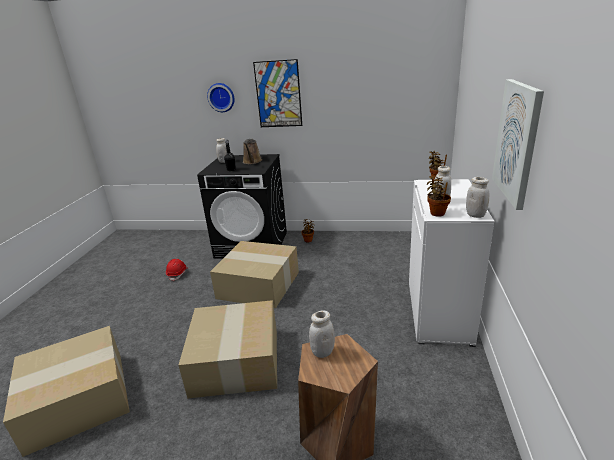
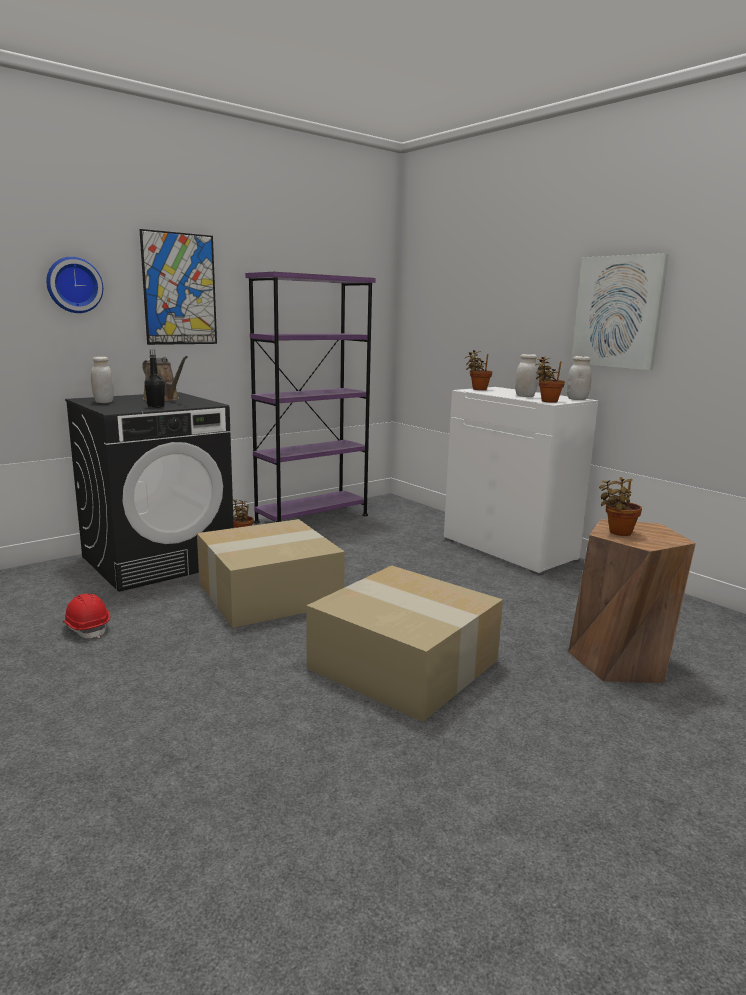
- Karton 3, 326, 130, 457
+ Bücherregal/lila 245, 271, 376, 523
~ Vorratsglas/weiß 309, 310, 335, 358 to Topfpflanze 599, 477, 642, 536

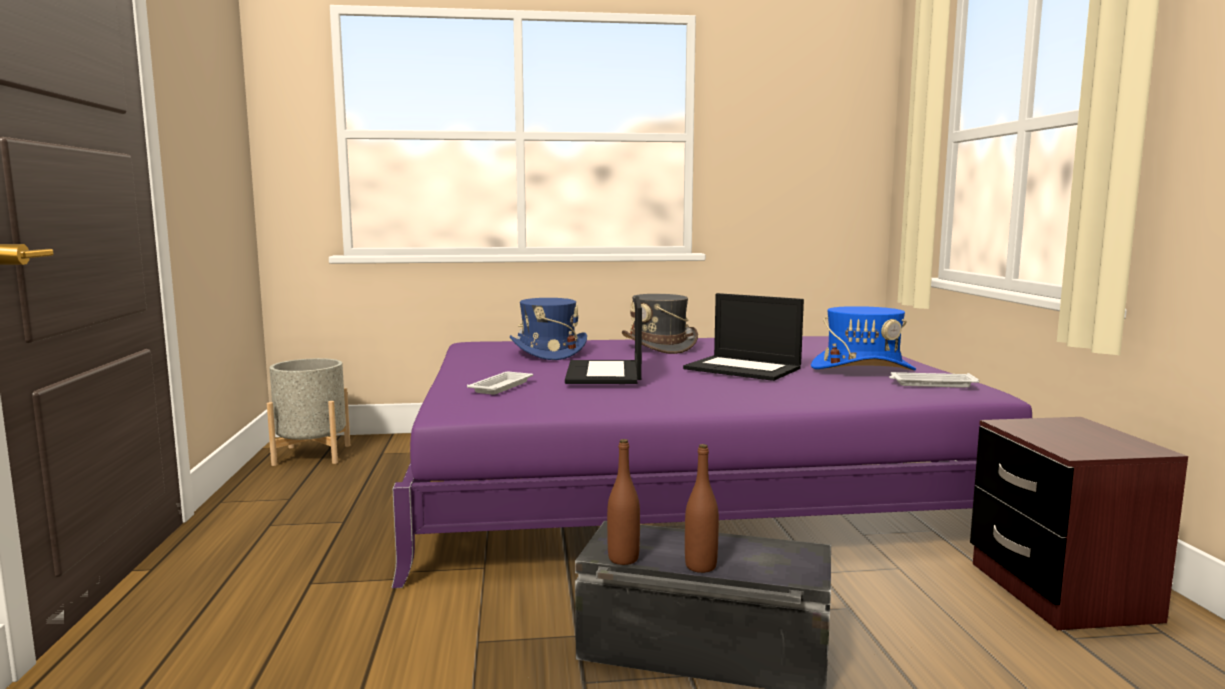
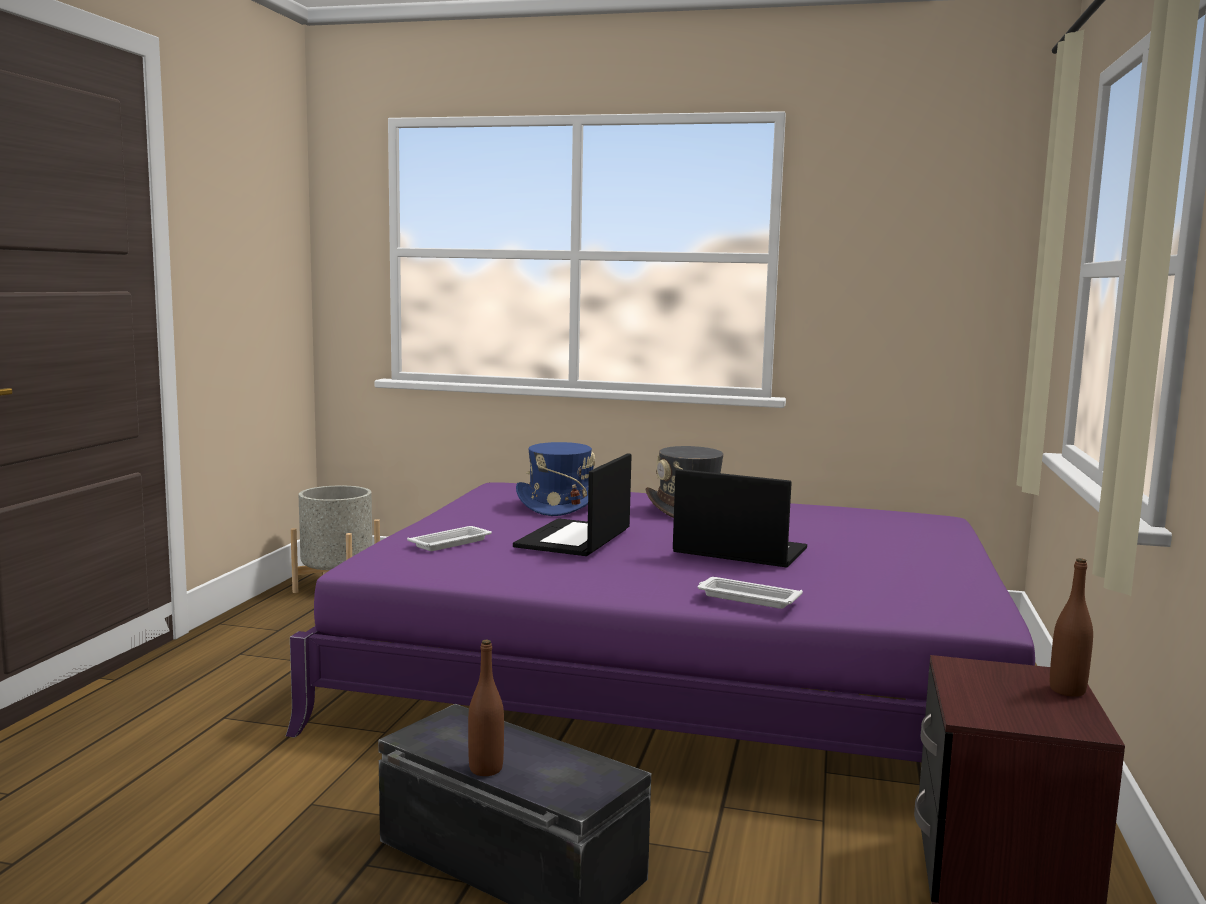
- Hut/blau 811, 306, 916, 371
~ Flasche/braun 607, 439, 640, 565 to 1050, 558, 1093, 697
~ Tablett/weiß 889, 372, 980, 388 to 698, 577, 803, 609
~ Laptop 683, 293, 804, 381 = 673, 469, 807, 568 150 degrees clockwise

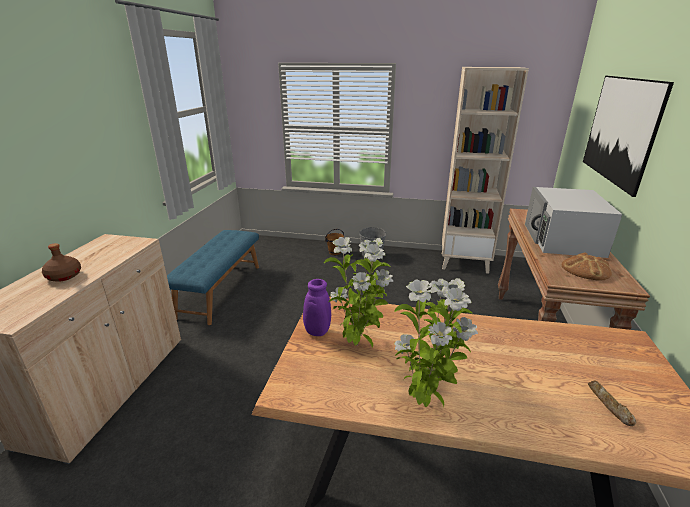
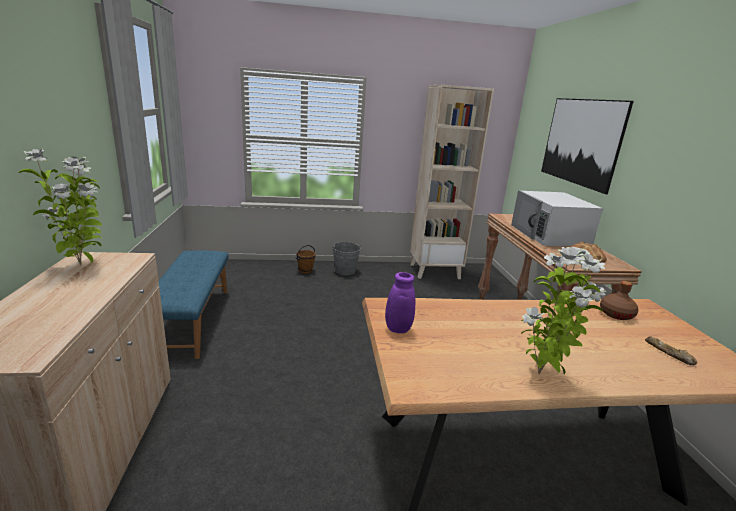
~ Flasche/braun 42, 243, 81, 282 to 600, 281, 638, 320
~ Topfpflanze 324, 237, 393, 348 to 18, 149, 103, 265

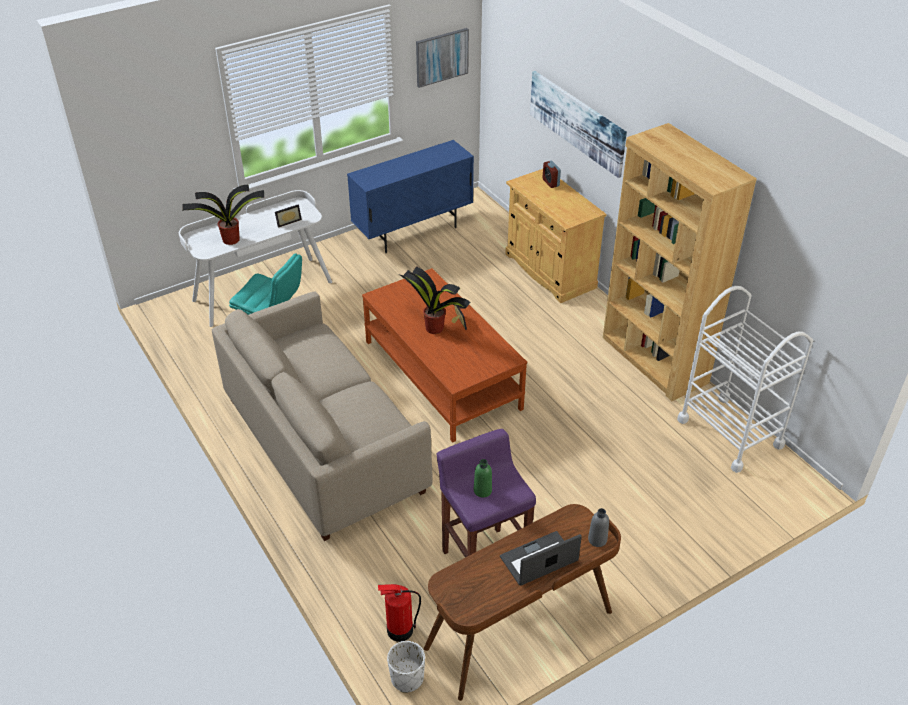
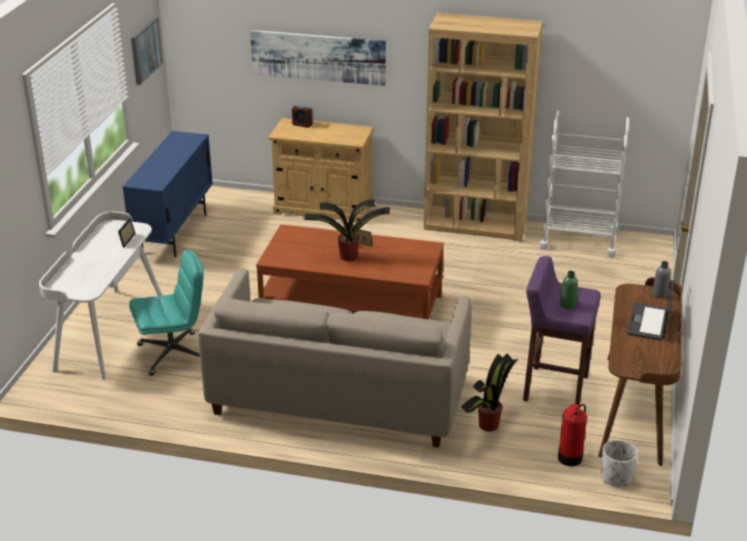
~ Topfpflanze 183, 185, 264, 245 to 461, 353, 519, 432

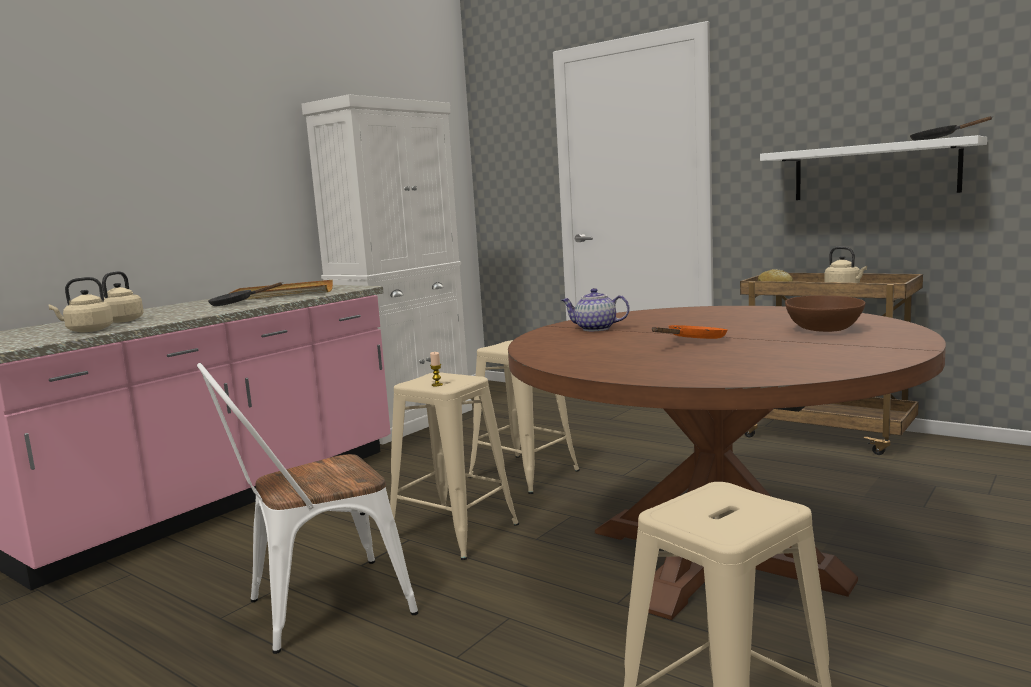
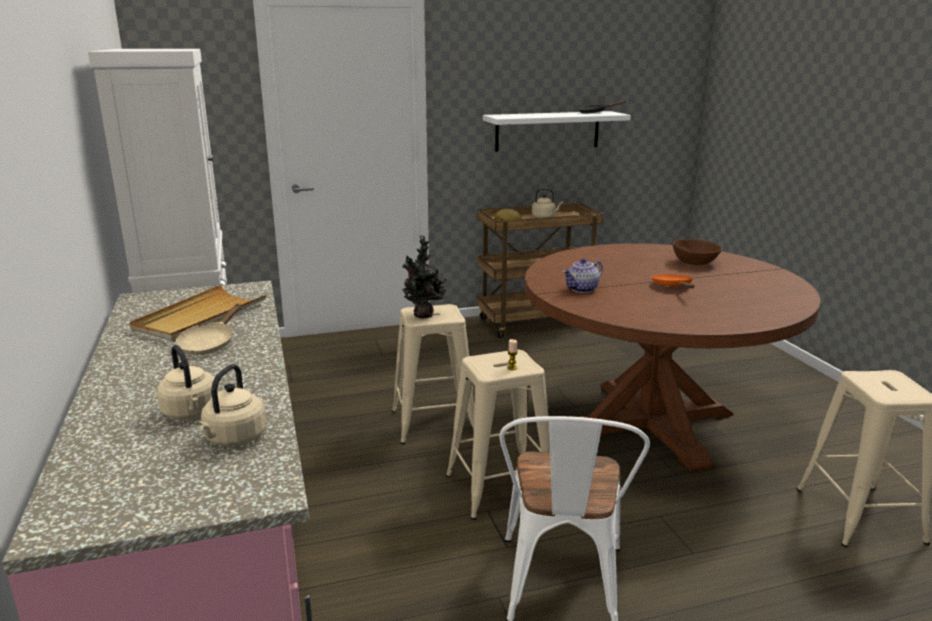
+ Topfpflanze 402, 235, 447, 318
~ Pfanne/schwarz 208, 282, 282, 306 to Pfanne/beige 176, 304, 241, 355

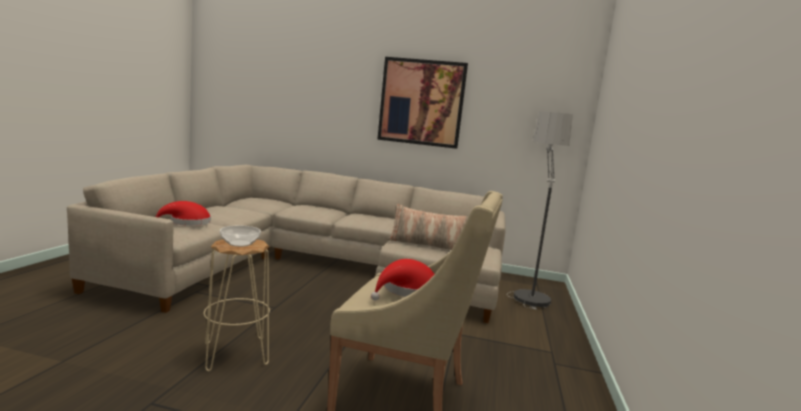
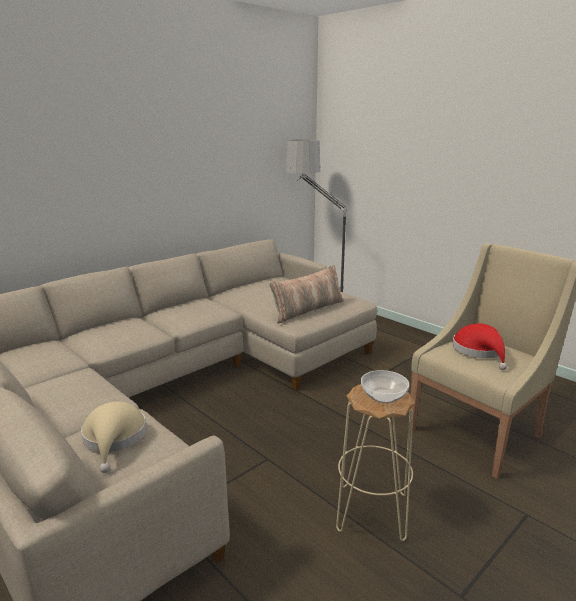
- Bild 377, 57, 468, 149
~ Hut/rot 156, 201, 211, 226 to Hut/beige 81, 401, 146, 473

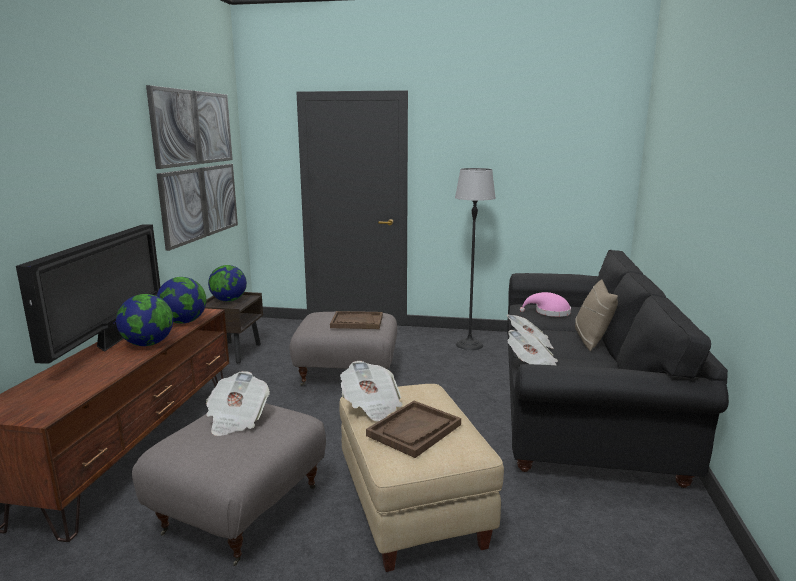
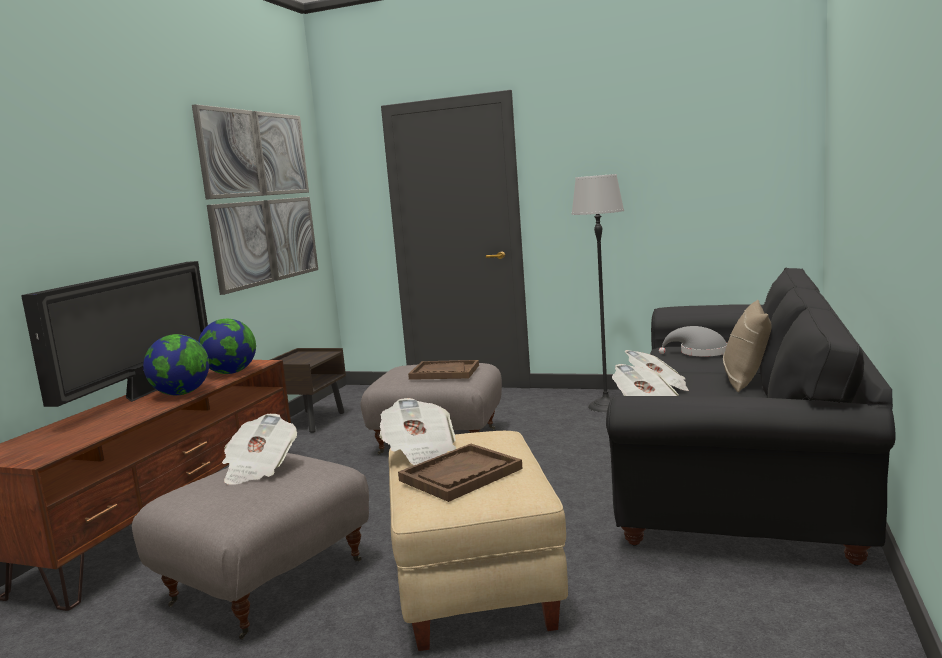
- Globus 208, 265, 247, 302
~ Hut/rosa 520, 292, 571, 317 to Hut/grau 659, 326, 727, 357

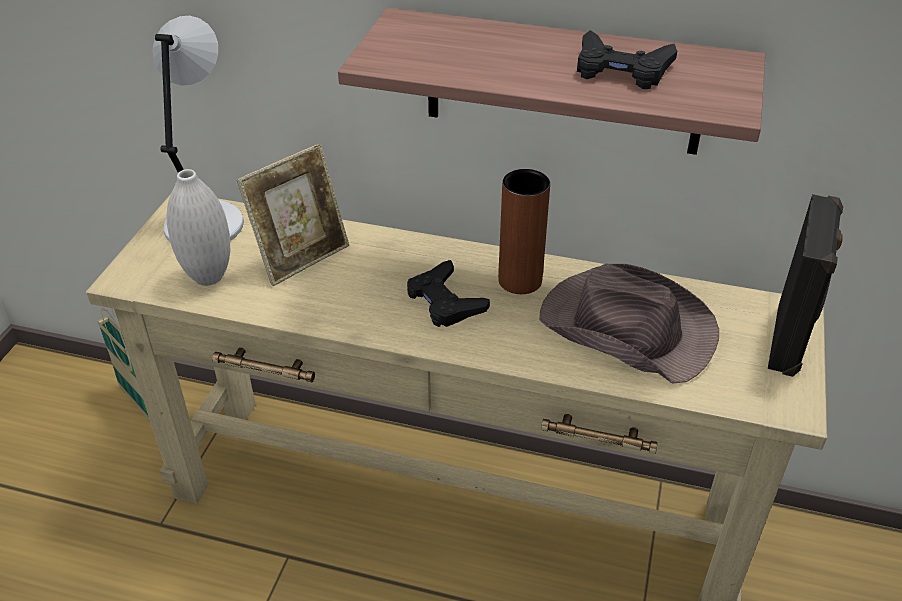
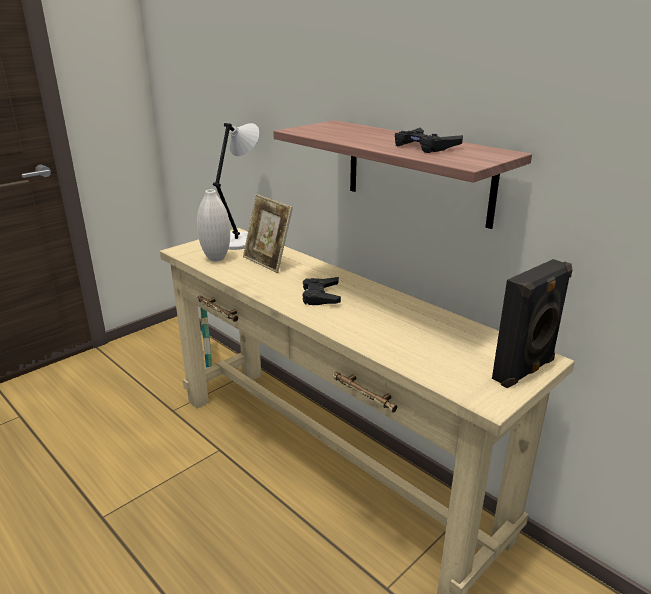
- Vase/braun 498, 169, 550, 294
- Hut/braun 539, 263, 719, 384
~ Bilderrahmen 237, 143, 349, 286 = 243, 194, 293, 273 60 degrees clockwise

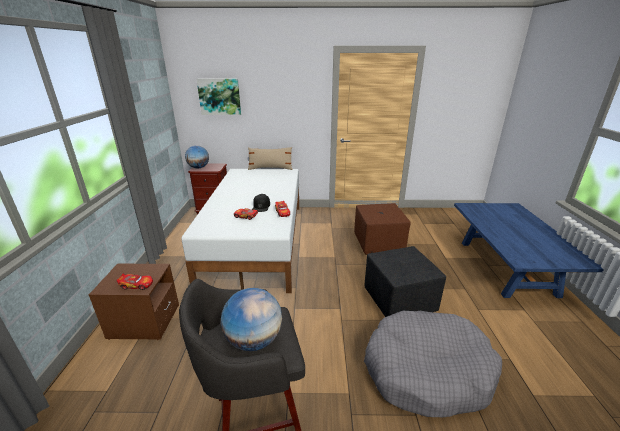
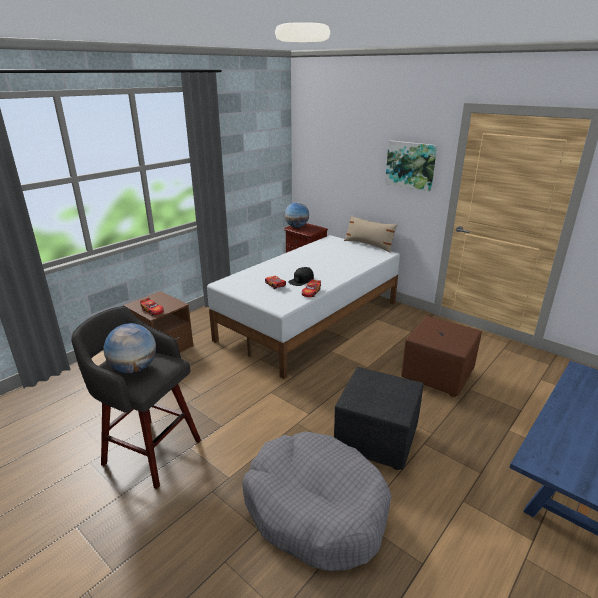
~ Bild 197, 79, 241, 115 to 385, 140, 437, 192

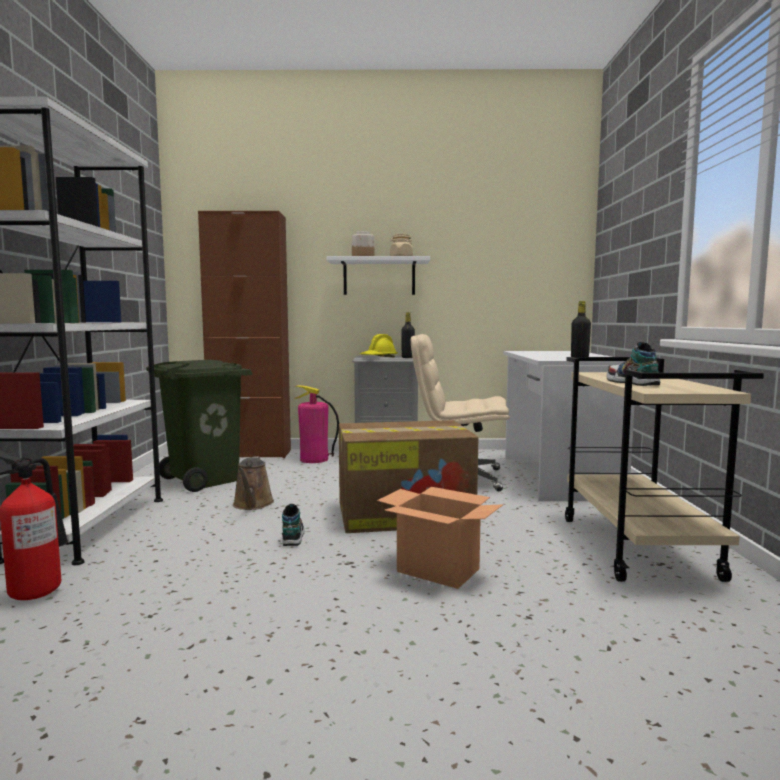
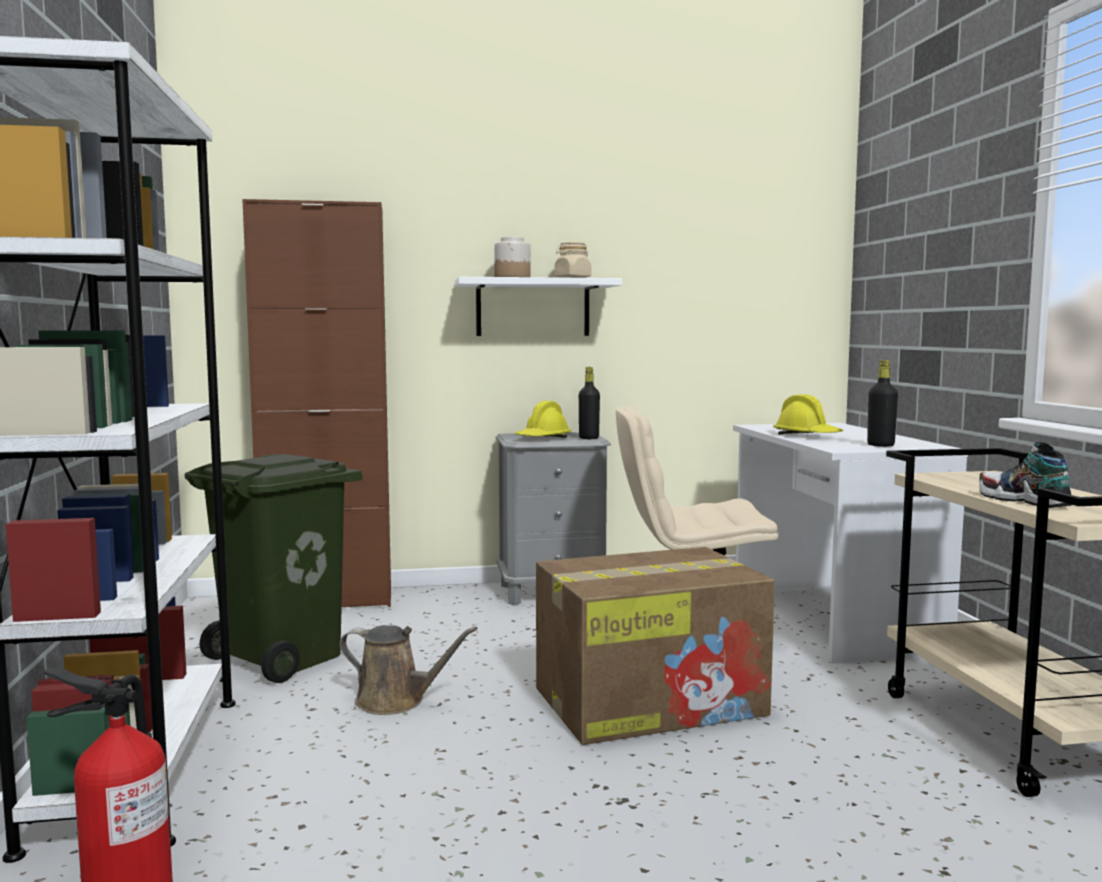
- Schuh 282, 504, 305, 546
- Feuerlöscher 294, 385, 339, 463
- Karton 377, 487, 503, 589
+ Schutzhelm/gelb 773, 394, 843, 435
~ Gießkanne/braun 233, 456, 274, 510 = 340, 625, 478, 715 60 degrees counterclockwise

